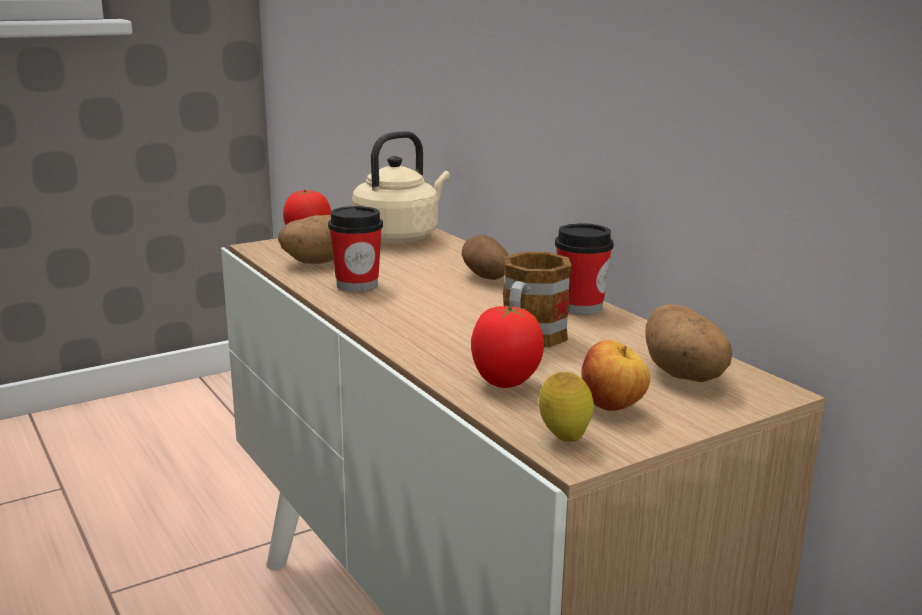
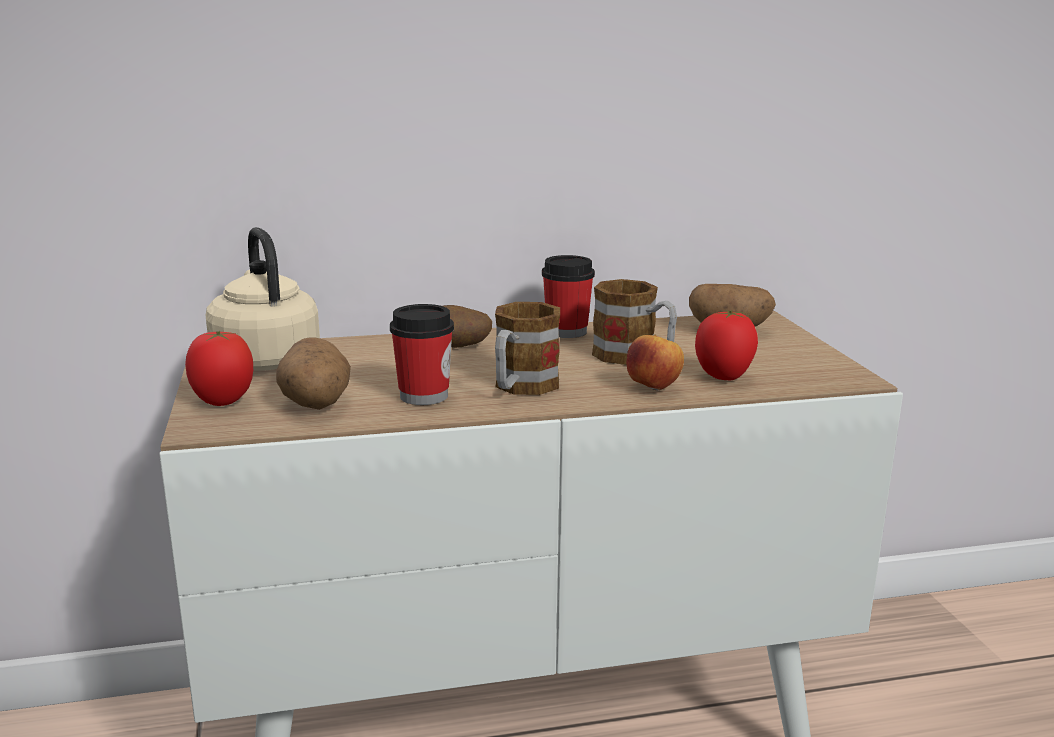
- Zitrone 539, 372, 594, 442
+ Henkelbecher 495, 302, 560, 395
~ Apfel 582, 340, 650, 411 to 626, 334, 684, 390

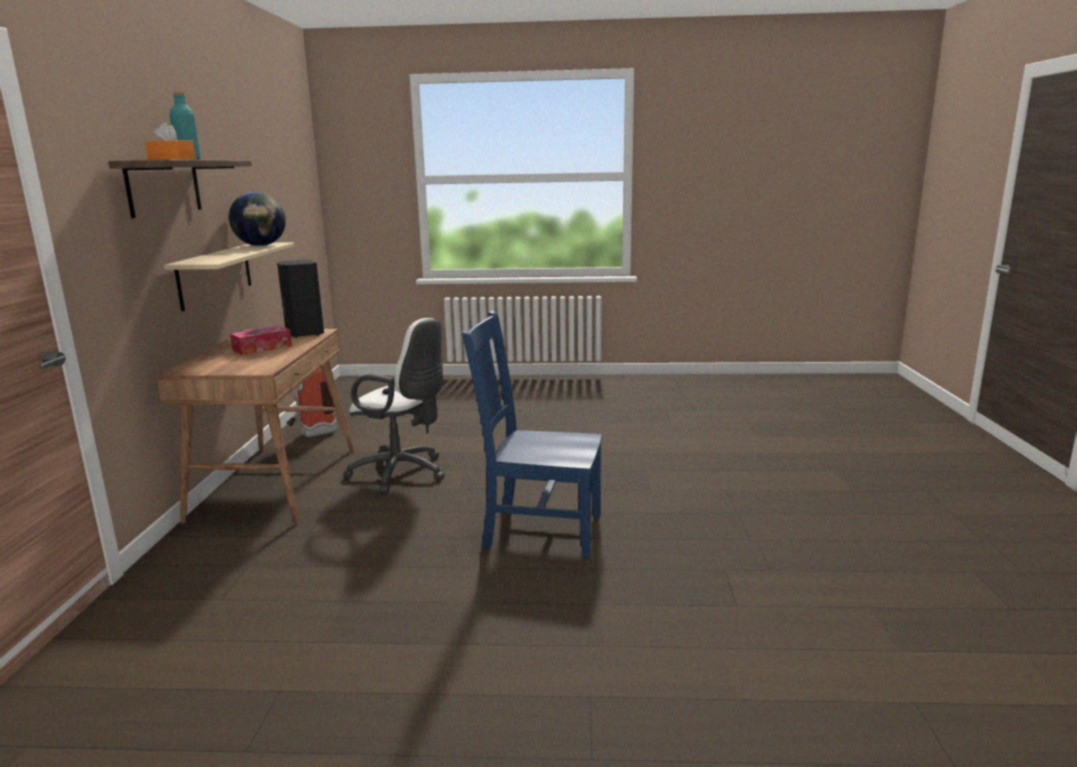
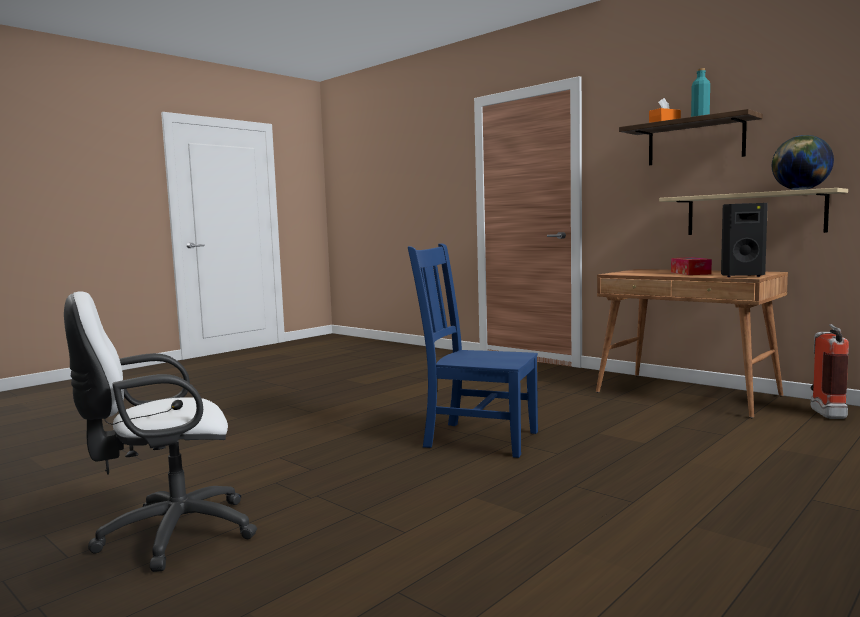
~ Bürostuhl/weiß 343, 318, 445, 494 to 64, 292, 257, 572
~ Stuhl/blau 462, 311, 602, 558 = 408, 243, 538, 458 120 degrees counterclockwise

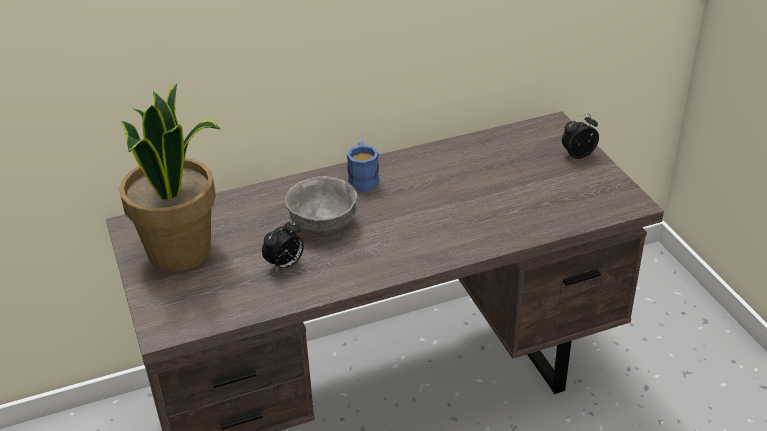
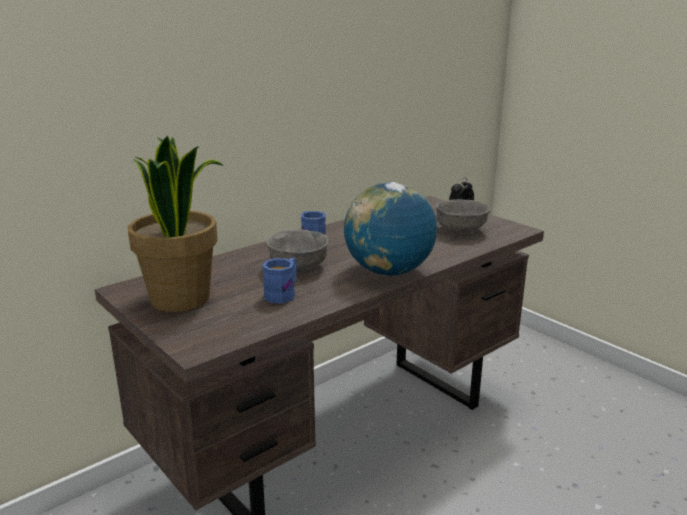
+ Globus 344, 182, 437, 276
+ Schüssel/grau 436, 199, 491, 233
~ Wecker 262, 220, 304, 272 to Henkelbecher/blau 262, 258, 297, 303

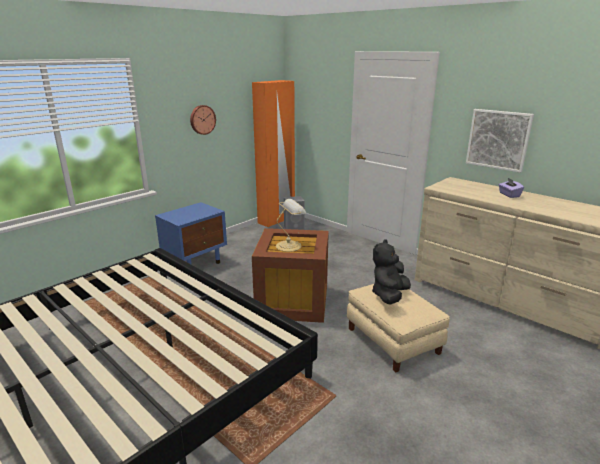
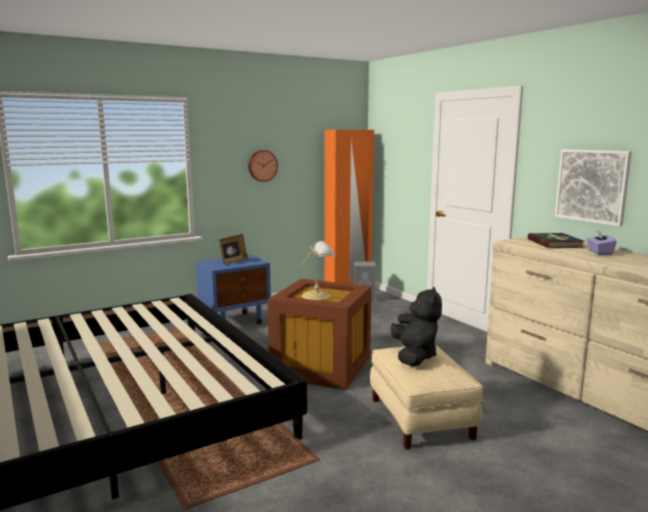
+ Bilderrahmen 219, 234, 248, 265
+ Buch 527, 233, 585, 248
~ Plüschtier/schwarz 372, 239, 411, 305 = 391, 287, 442, 366 135 degrees clockwise

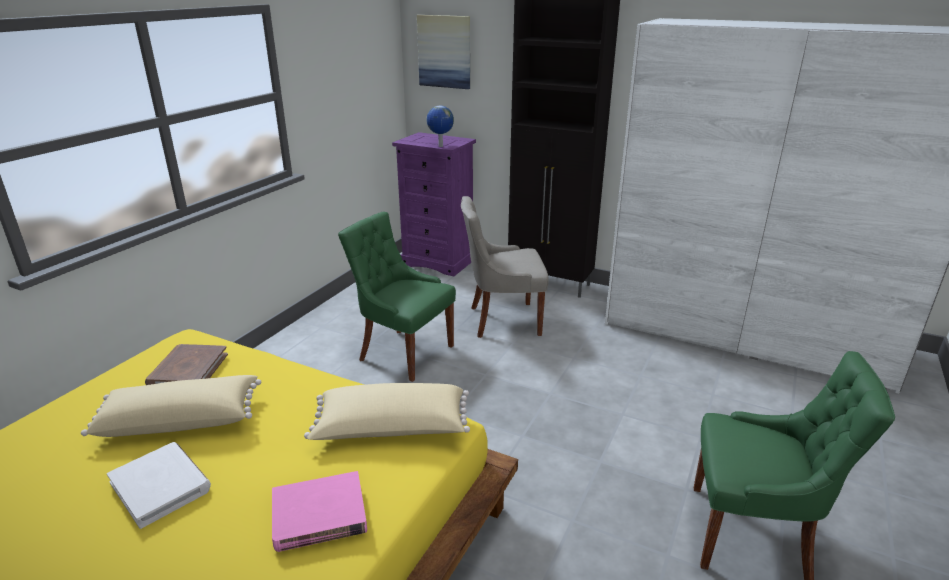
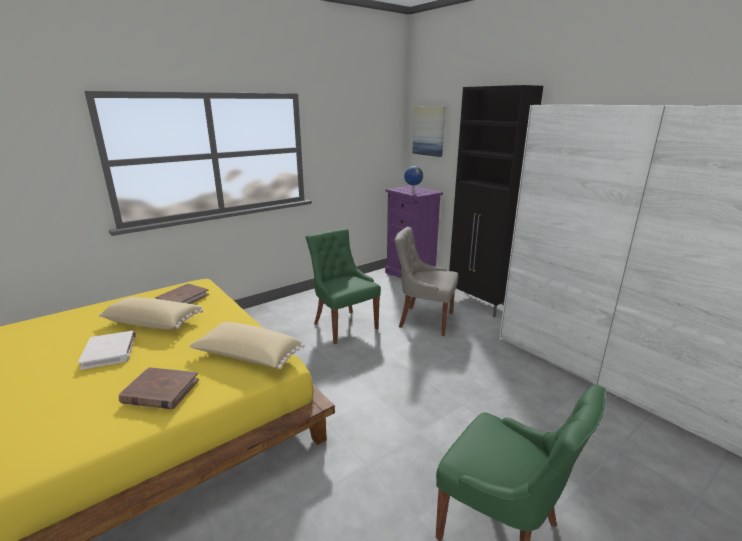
~ Buch/rosa 272, 471, 367, 552 to Buch/braun 119, 367, 199, 409

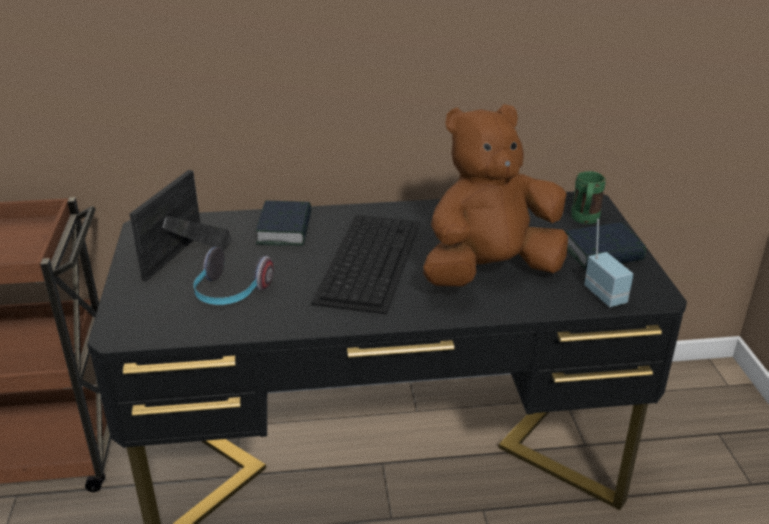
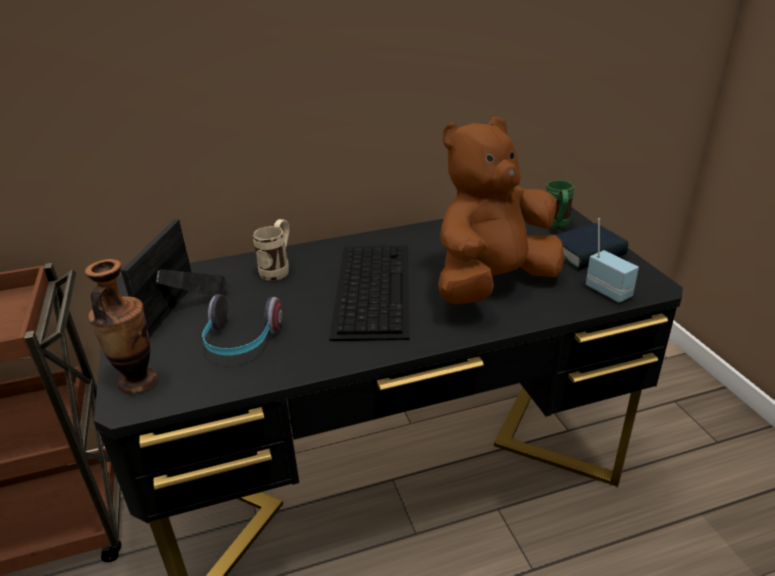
+ Vase 85, 259, 157, 394
~ Buch 256, 201, 312, 246 to Henkelbecher/beige 253, 219, 289, 281

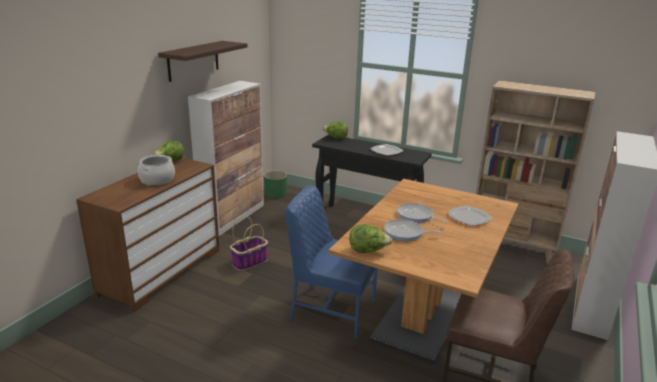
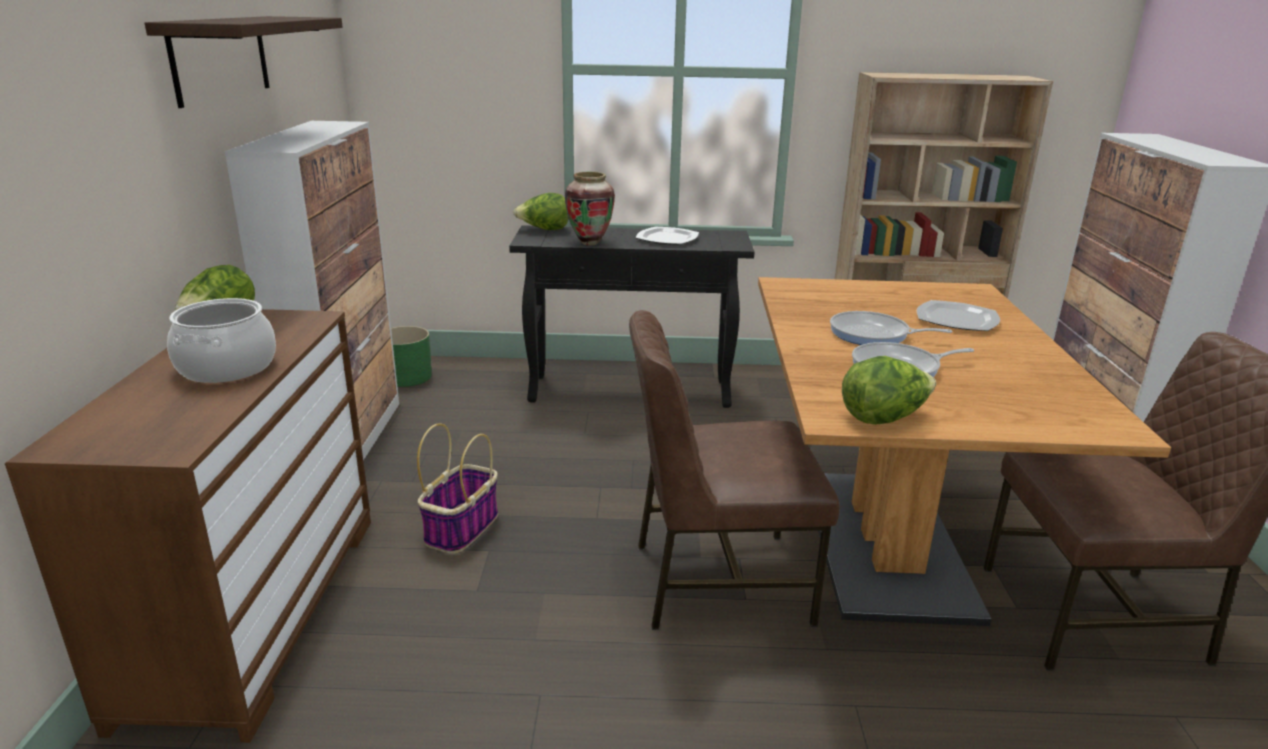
+ Vase 565, 172, 615, 245
~ Stuhl/blau 286, 186, 378, 340 to Stuhl/braun 629, 310, 840, 630

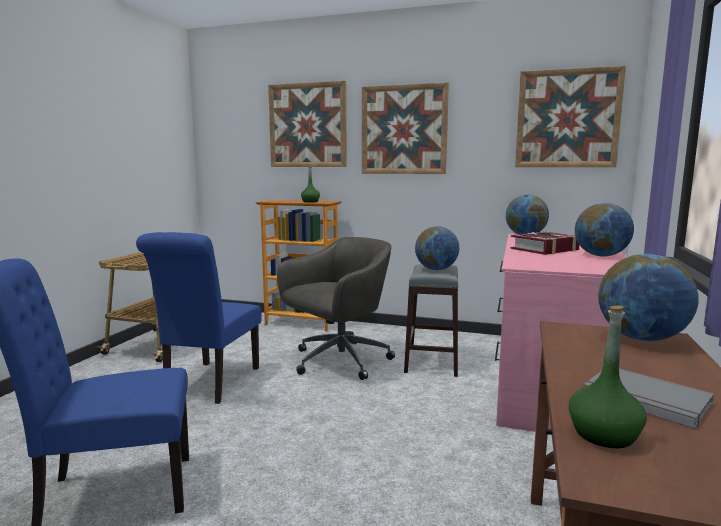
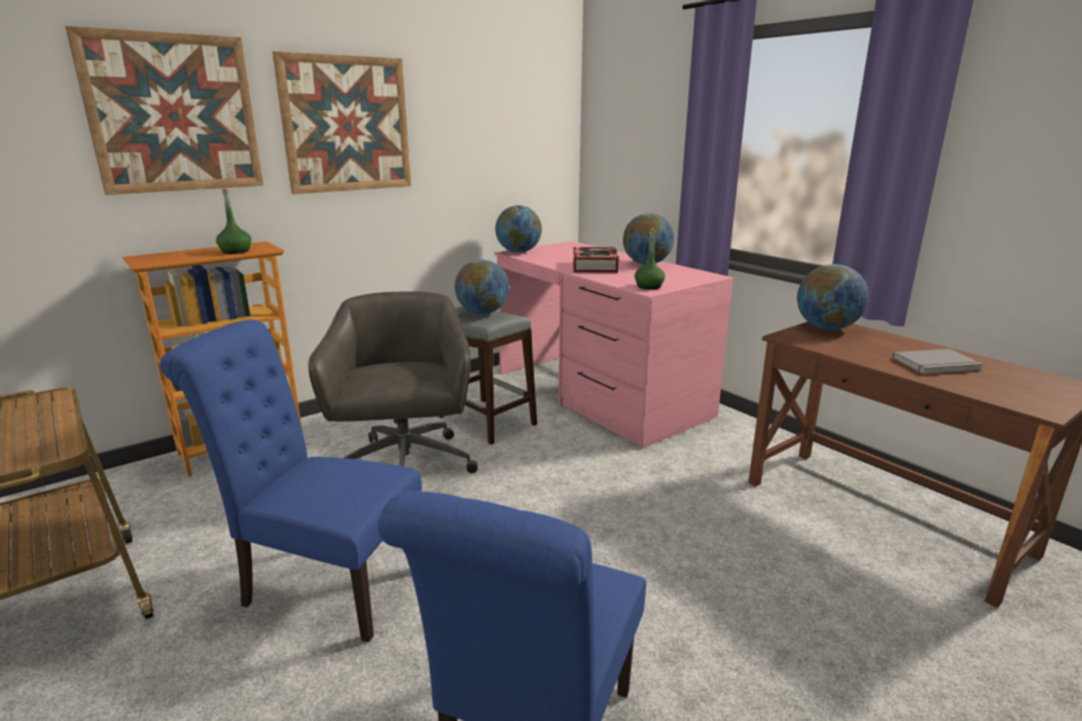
- Bild 515, 66, 626, 167
~ Flasche/grün 569, 306, 647, 448 to 635, 229, 665, 290
~ Stuhl/blau 136, 232, 261, 404 = 160, 320, 422, 642 150 degrees clockwise

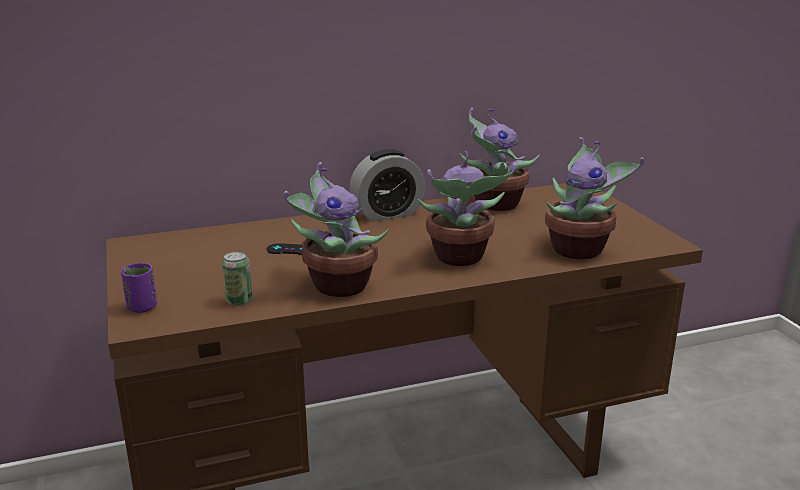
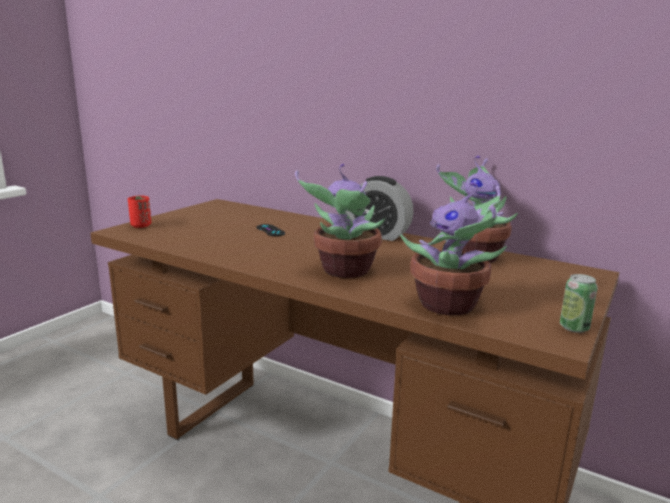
- Topfpflanze 283, 162, 389, 297
~ Dose 222, 251, 252, 306 to 560, 274, 598, 333
~ Tasse/lila 121, 263, 157, 313 to Tasse/rot 128, 195, 151, 228

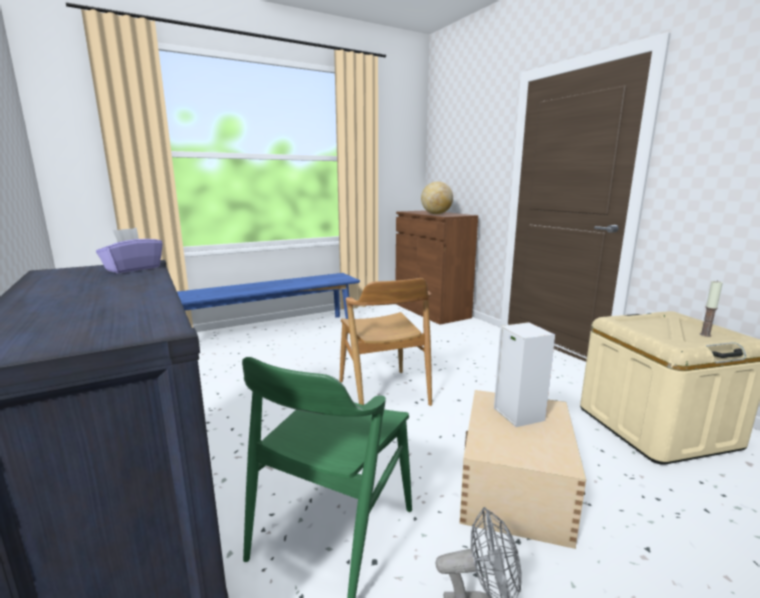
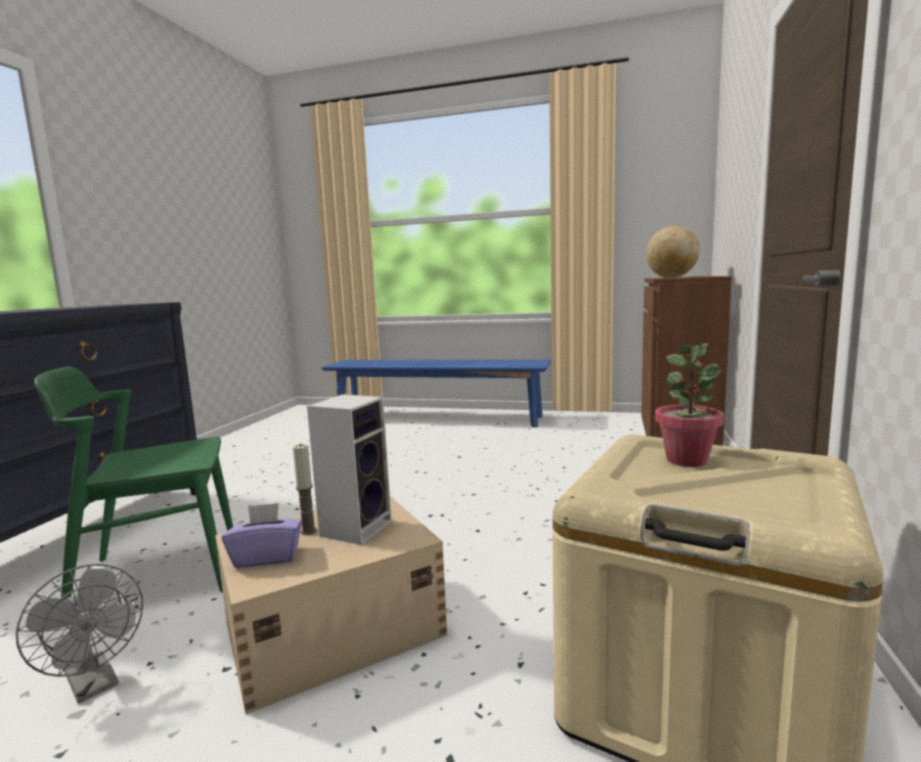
- Stuhl/braun 340, 278, 432, 406
+ Topfpflanze 655, 343, 724, 467
~ Taschentuchbox/lila 96, 228, 163, 273 to 222, 503, 302, 568
~ Kerze 700, 280, 723, 337 to 293, 443, 317, 535

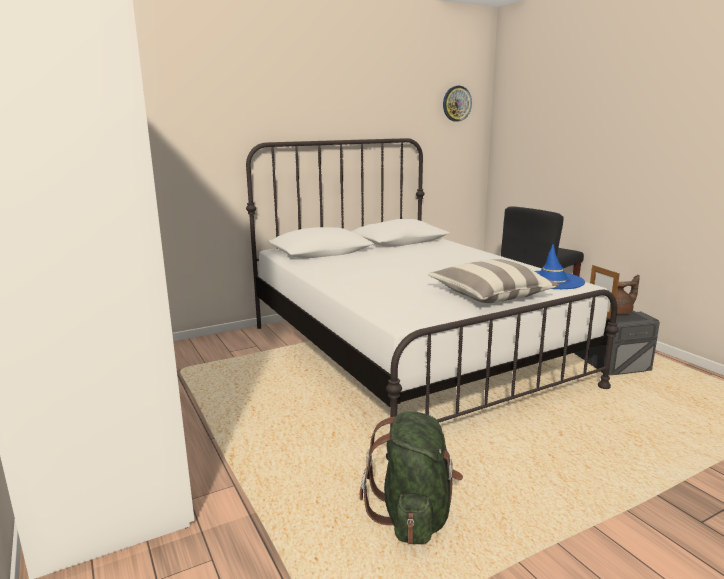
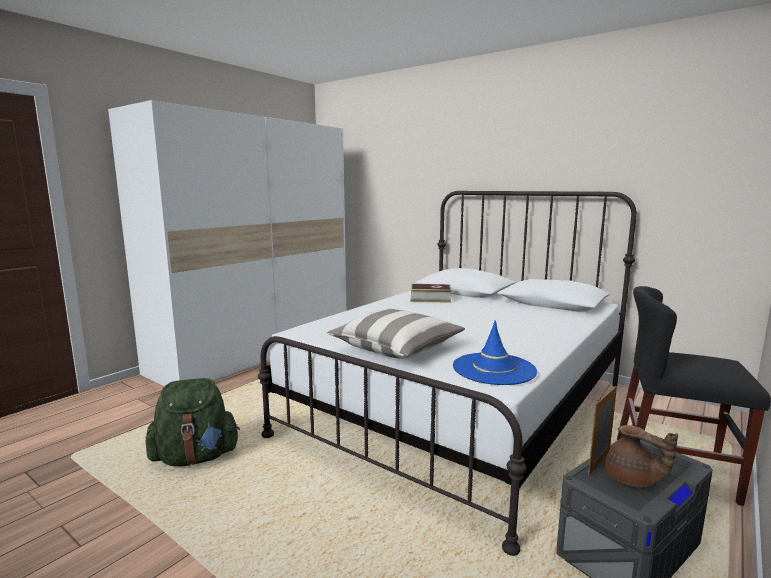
- Wanduhr 443, 86, 472, 122
+ Buch 410, 284, 452, 303

